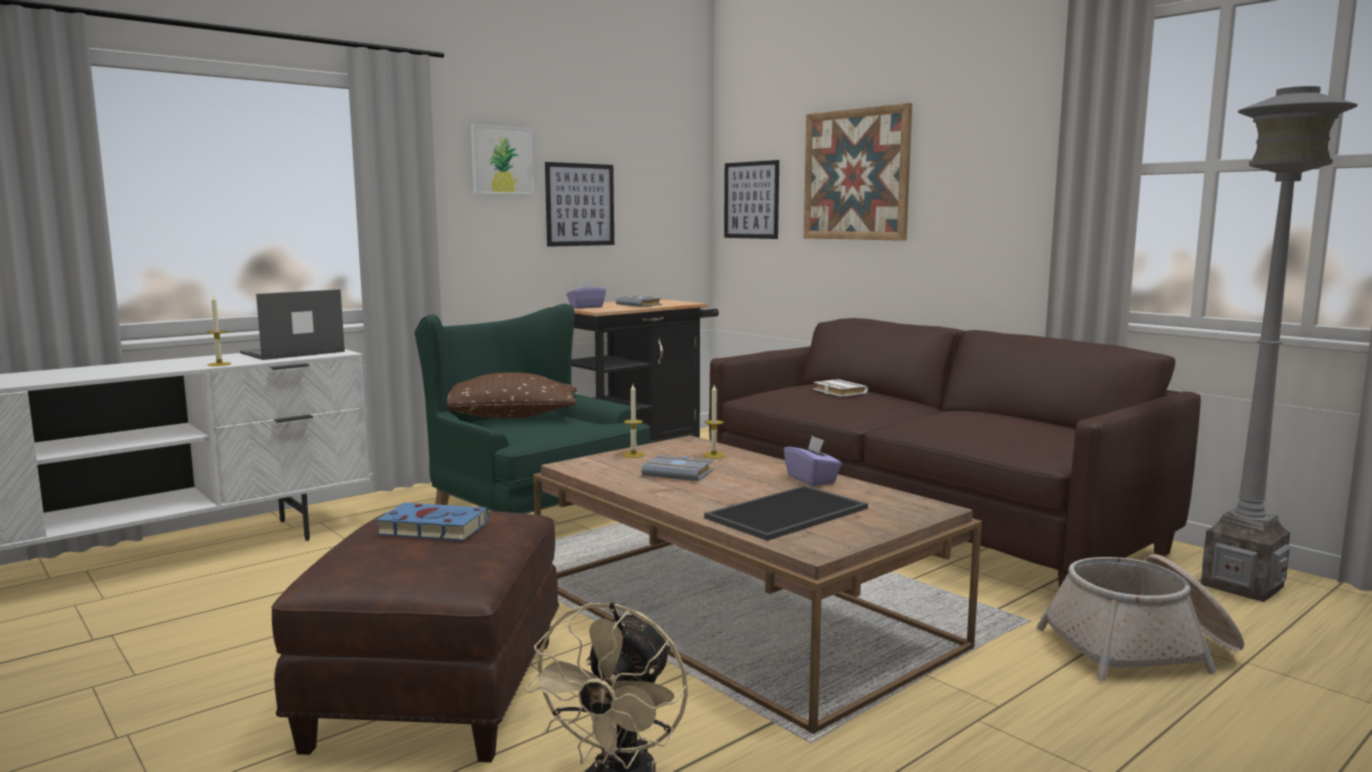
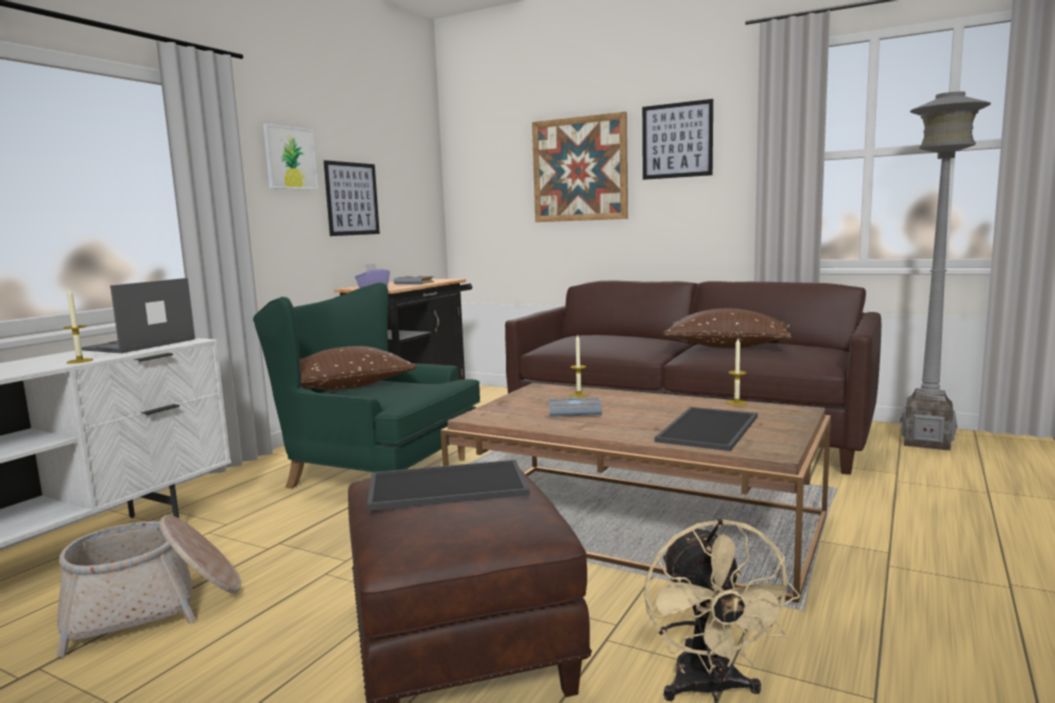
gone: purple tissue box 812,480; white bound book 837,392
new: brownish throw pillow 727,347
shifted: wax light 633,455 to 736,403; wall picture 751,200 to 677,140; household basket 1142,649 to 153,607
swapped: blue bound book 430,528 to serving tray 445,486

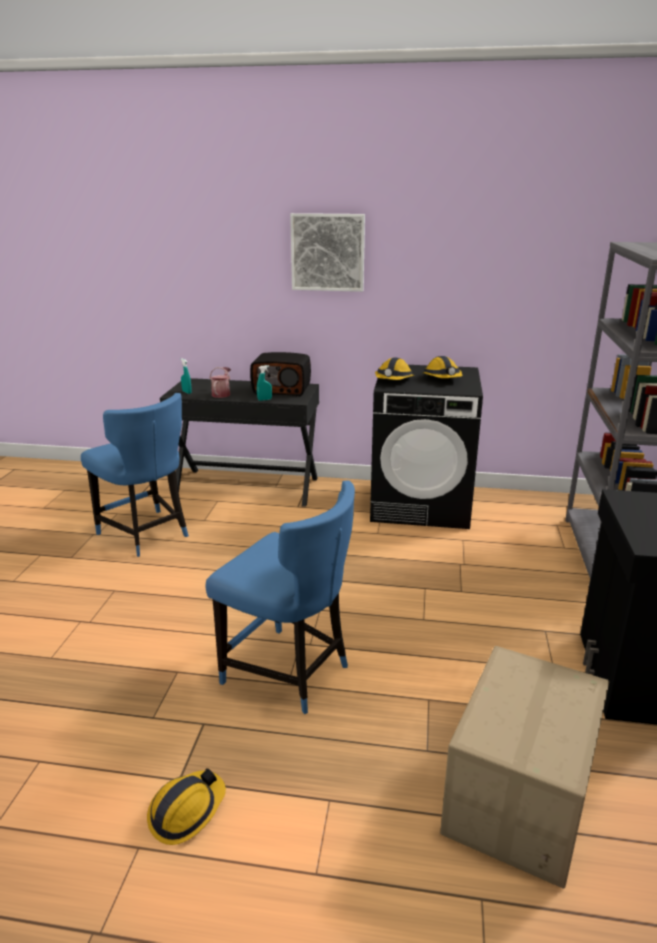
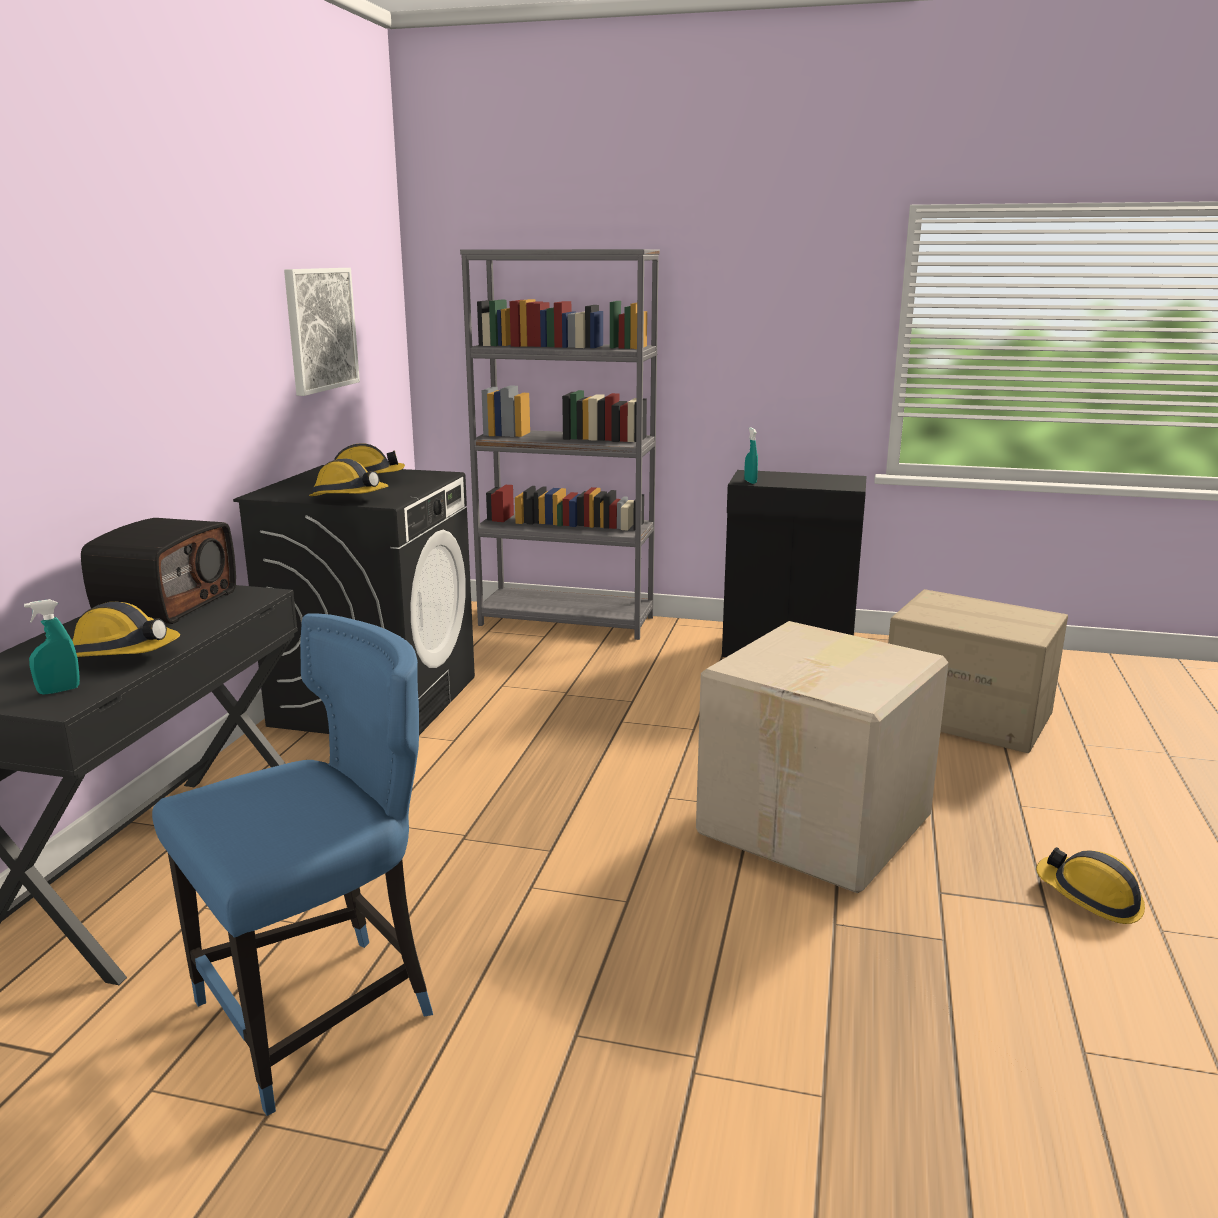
shifted: turquoise-coloured sprayer 264,399 to 750,482; wall picture 327,252 to 320,329
swapped: blue upright chair 289,673 to packing box 818,825; sprinkling can 222,393 to work helmet 124,654

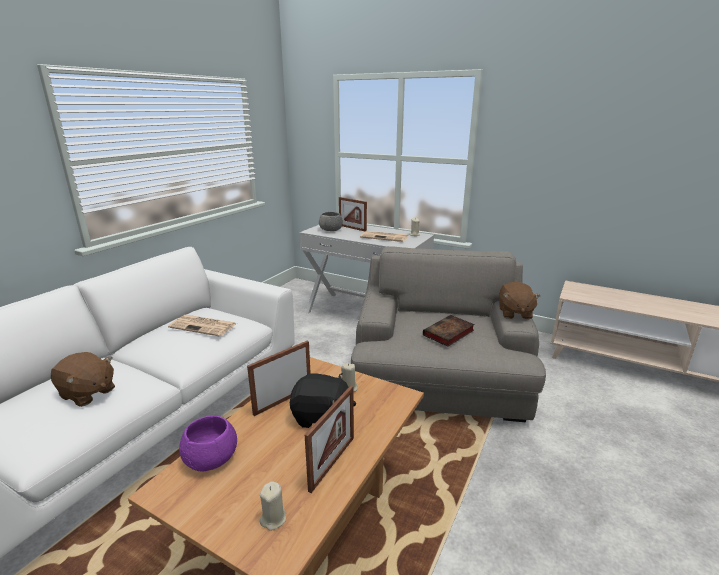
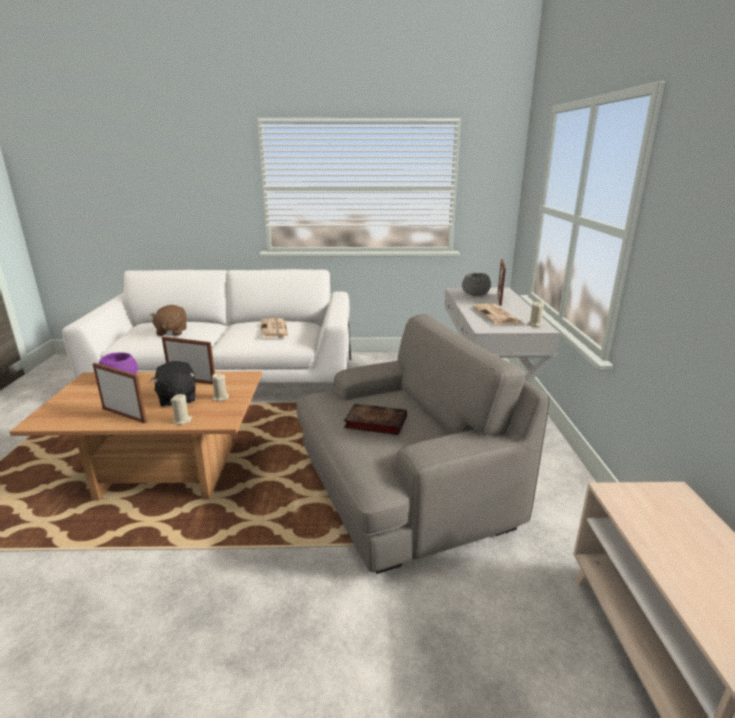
gone: brownish plush toy 514,313
shifted: sand-coloured wax light 273,518 to 182,420
rotated: photo frame 332,463 = 124,415 150 degrees counterclockwise

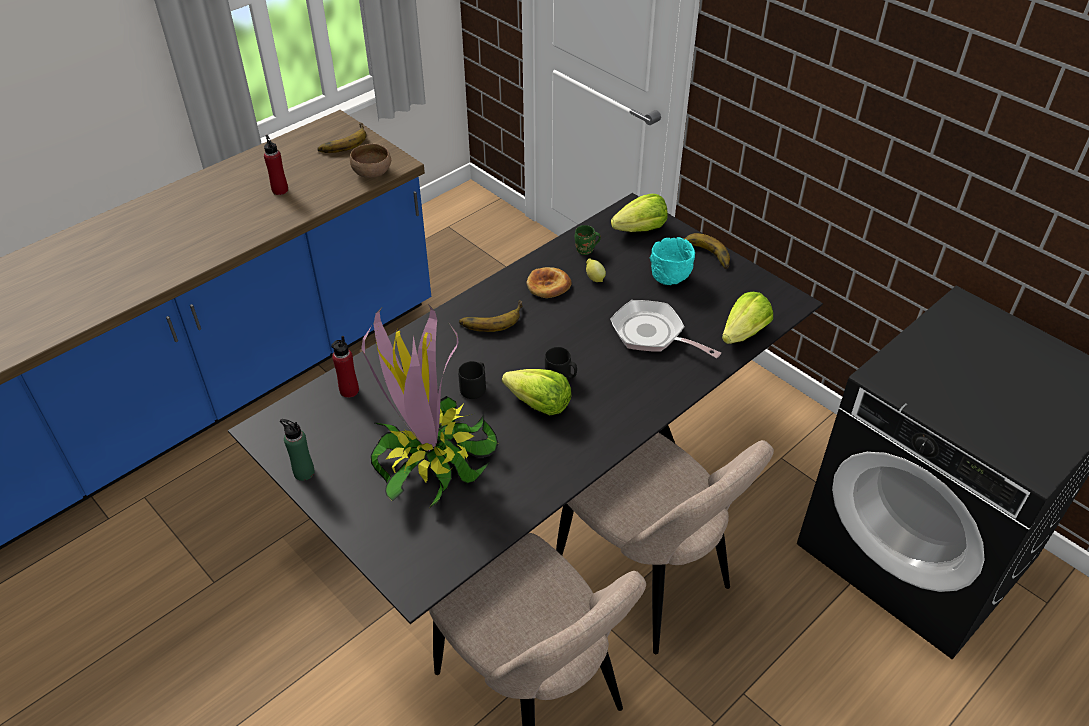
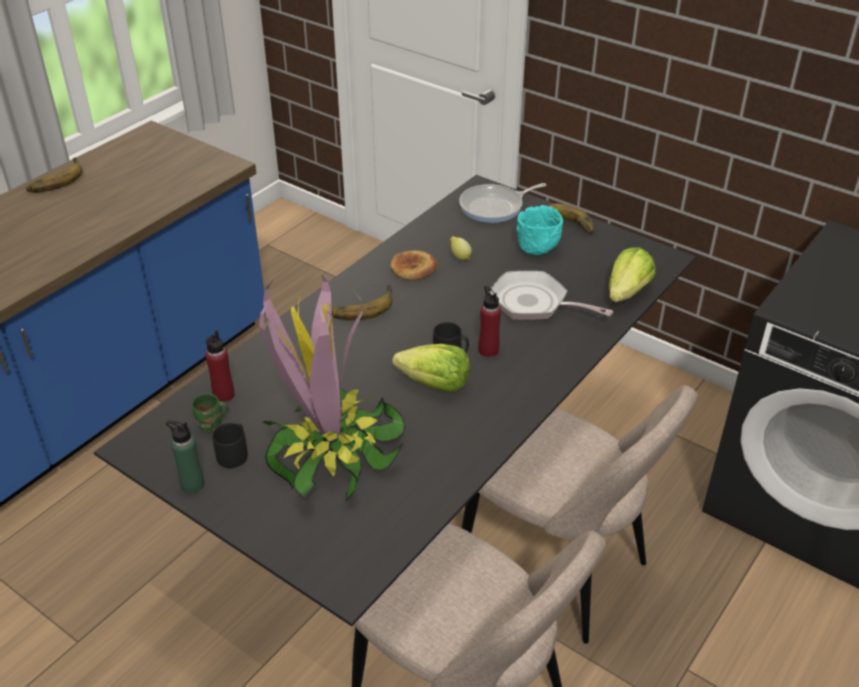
gone: brownish serving bowl 373,173
shifted: red-coloured beverage bottle 280,190 to 488,350; whole banana 342,142 to 54,179; blackish coffee mug 474,387 to 234,454; green coffee mug 586,251 to 212,426
swapped: lettuce head 641,229 to pan 494,207

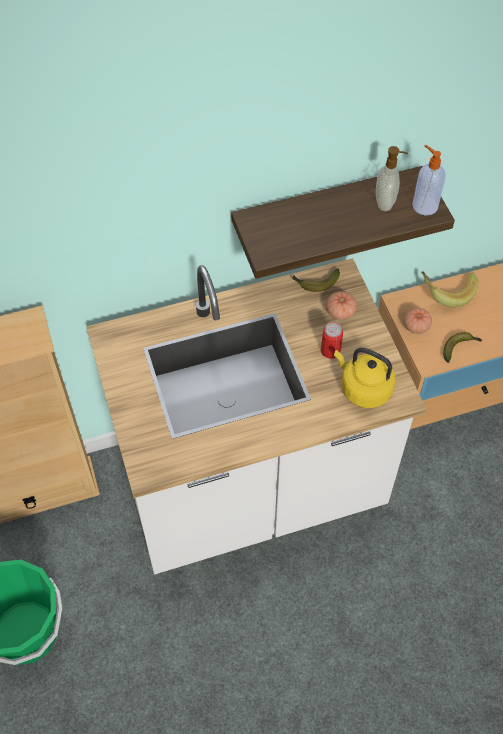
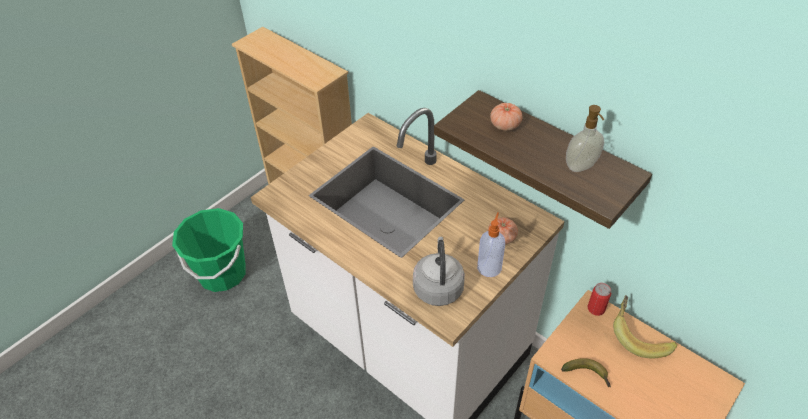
gone: whole banana 315,283
shifted: sealed can 330,351 to 596,308; tomato 416,326 to 505,125; soap dispenser 424,205 to 489,267
repainted: yellow-coloured tea kettle 363,388 to gray tea kettle 438,287

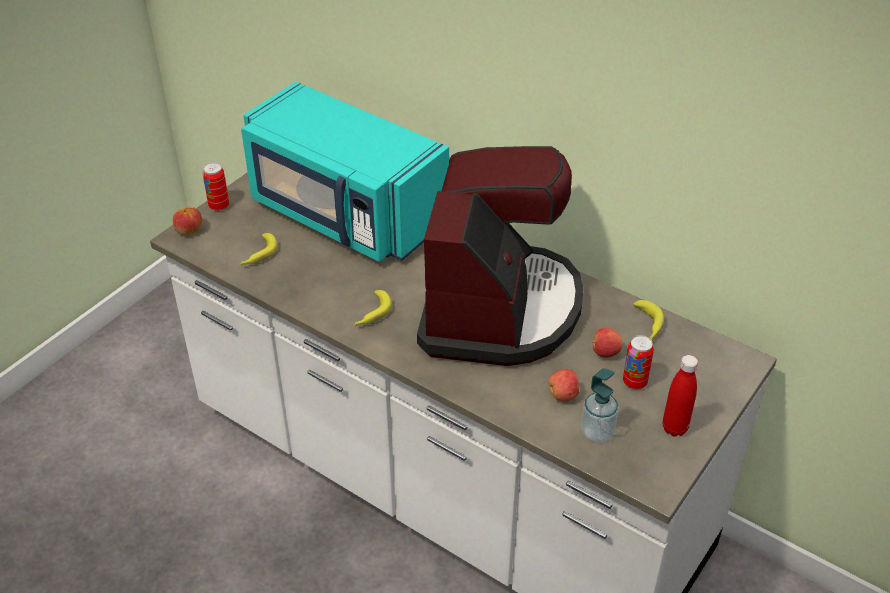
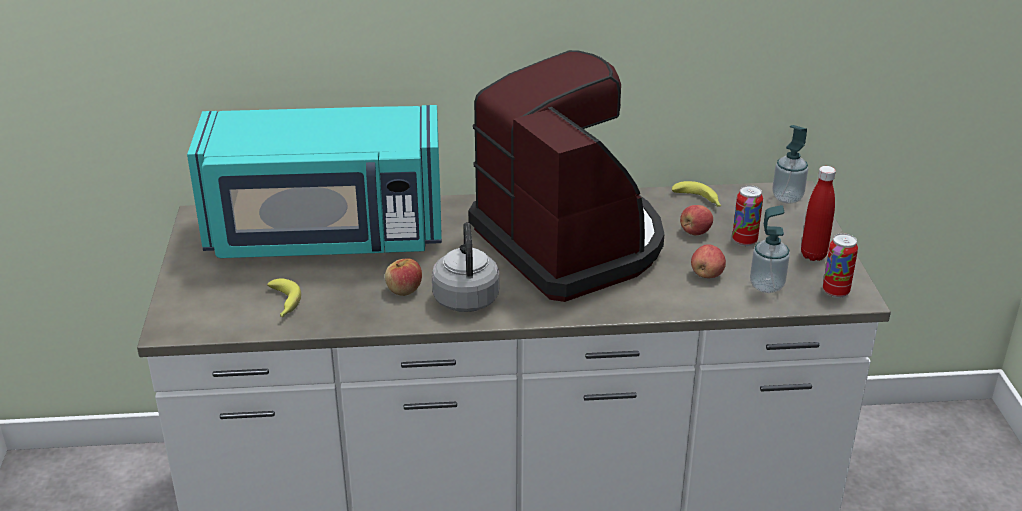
new: soap dispenser 787,198
shifted: apple 189,230 to 404,290; sealed can 219,206 to 835,292
swapped: whole banana 371,314 to gray tea kettle 466,297

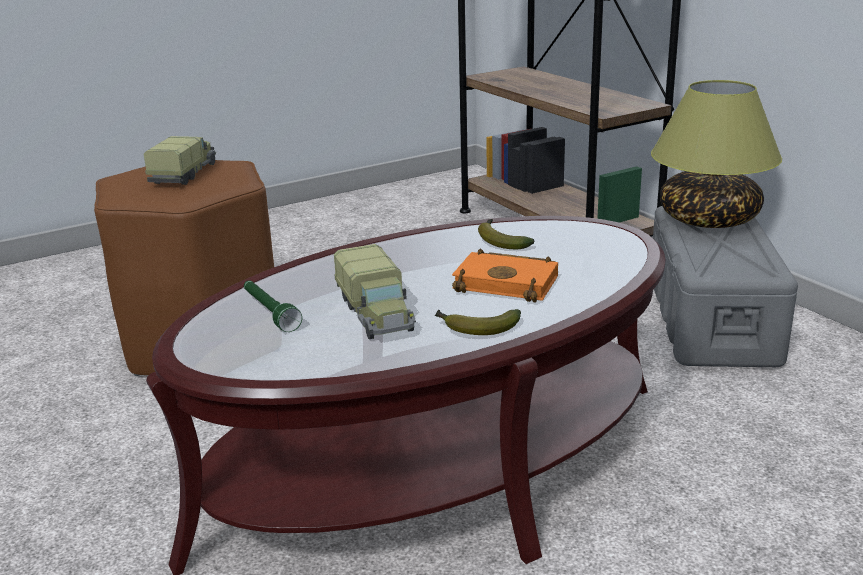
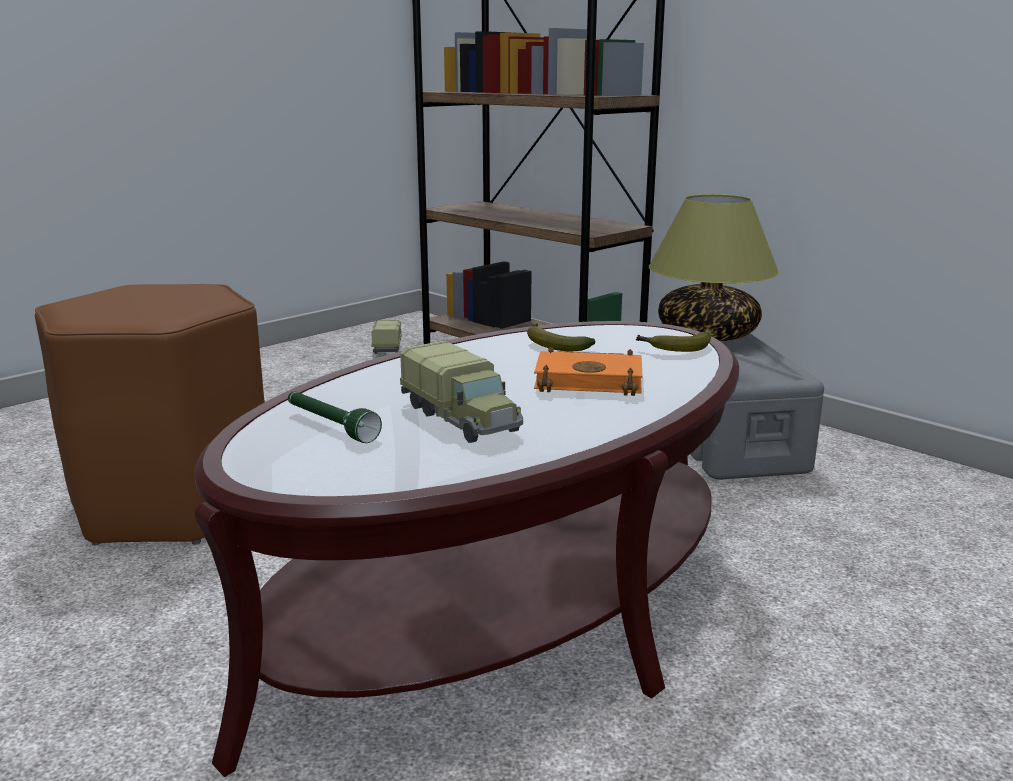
shifted: toy truck 185,174 to 388,346; whole banana 475,328 to 674,349

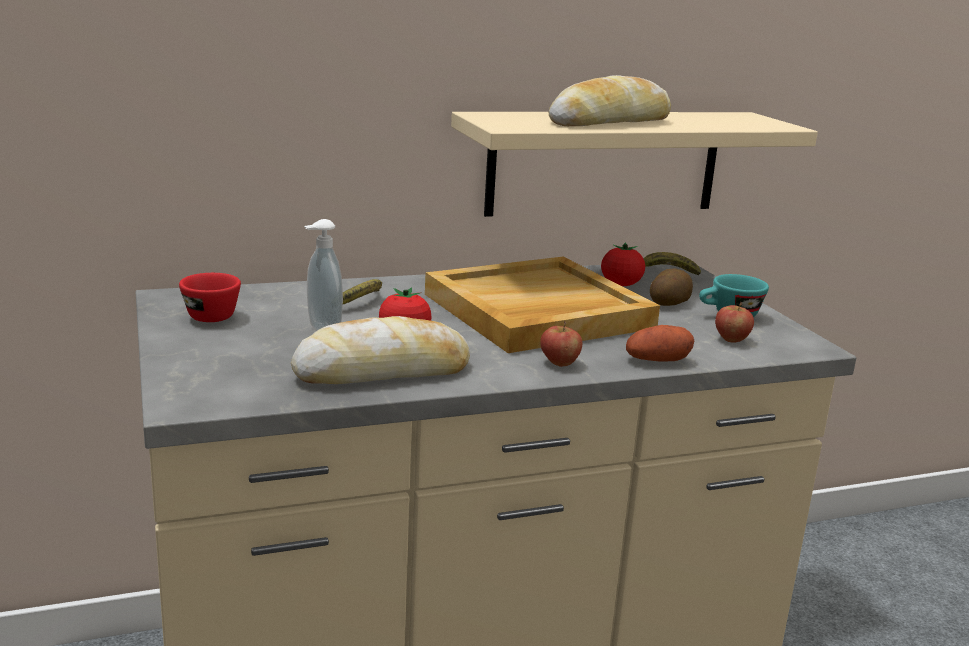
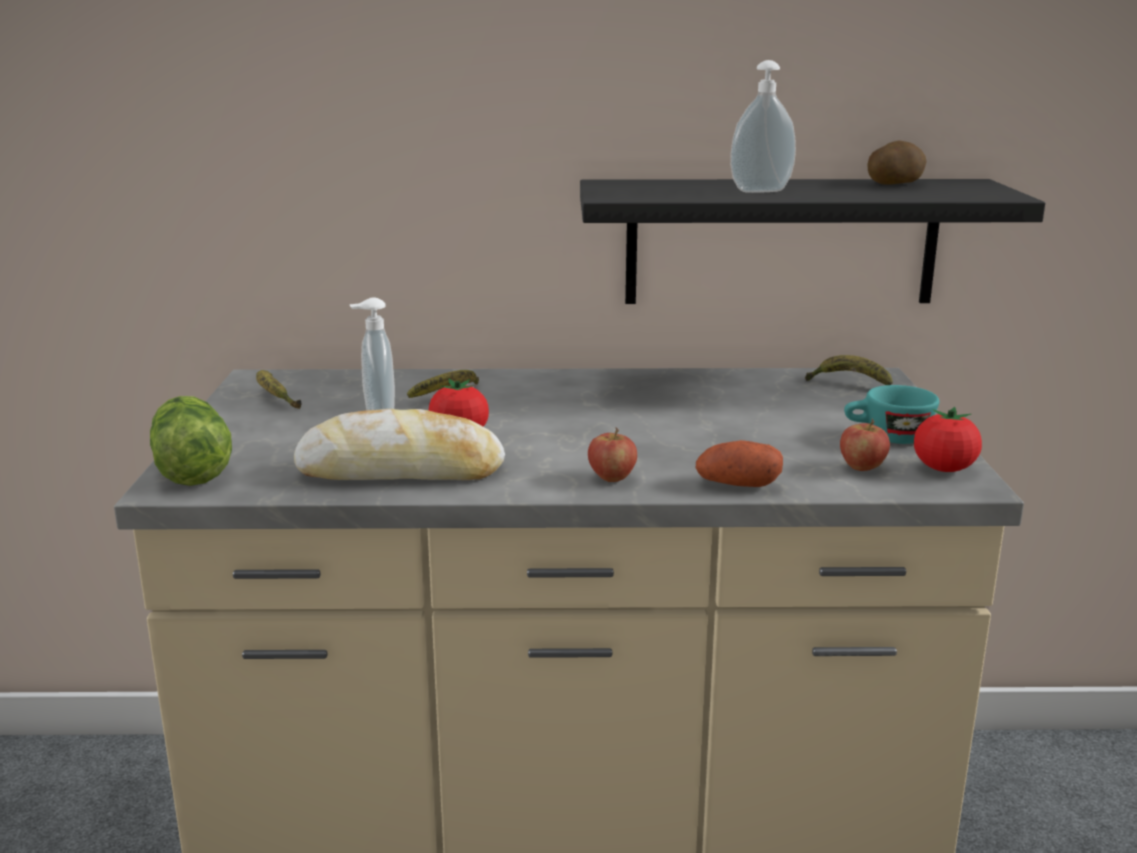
gone: sand-coloured serving tray 537,311
new: lettuce head 191,467
shifted: tomato 621,285 to 944,469; whole potato 669,302 to 895,183
swapped: red-coloured small cup 205,315 to whole banana 275,398; baked bread 610,122 to soap dispenser 759,190
repainted: sand-coloured shelf 604,162 to blackish shelf 781,242

